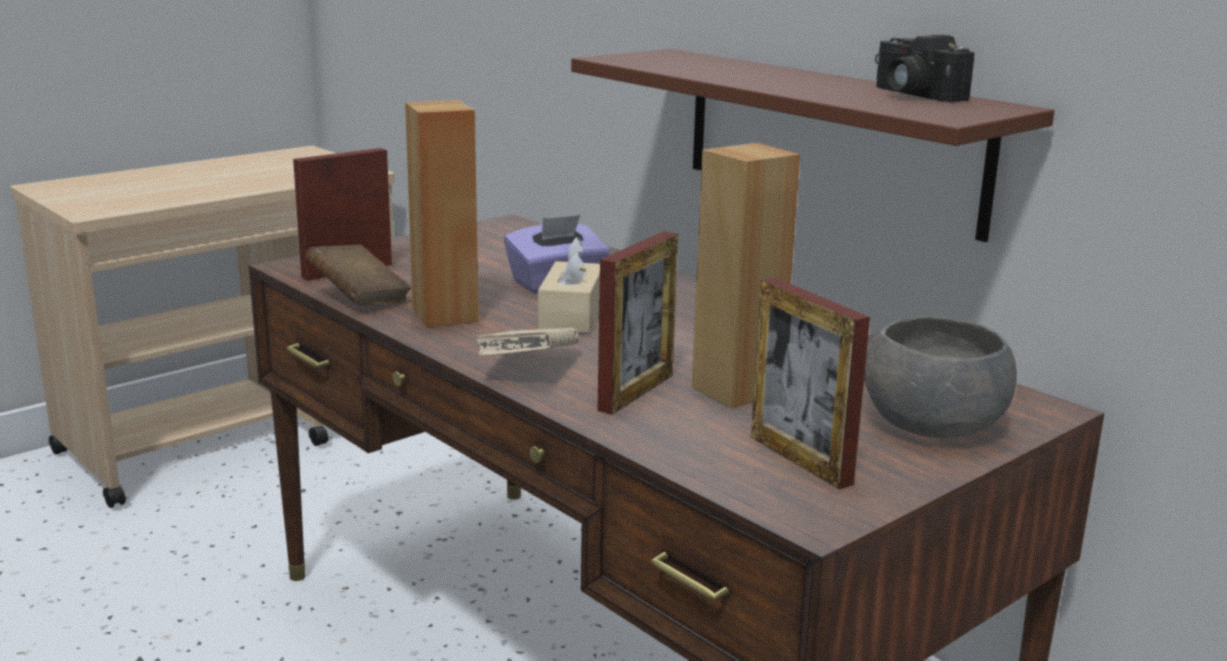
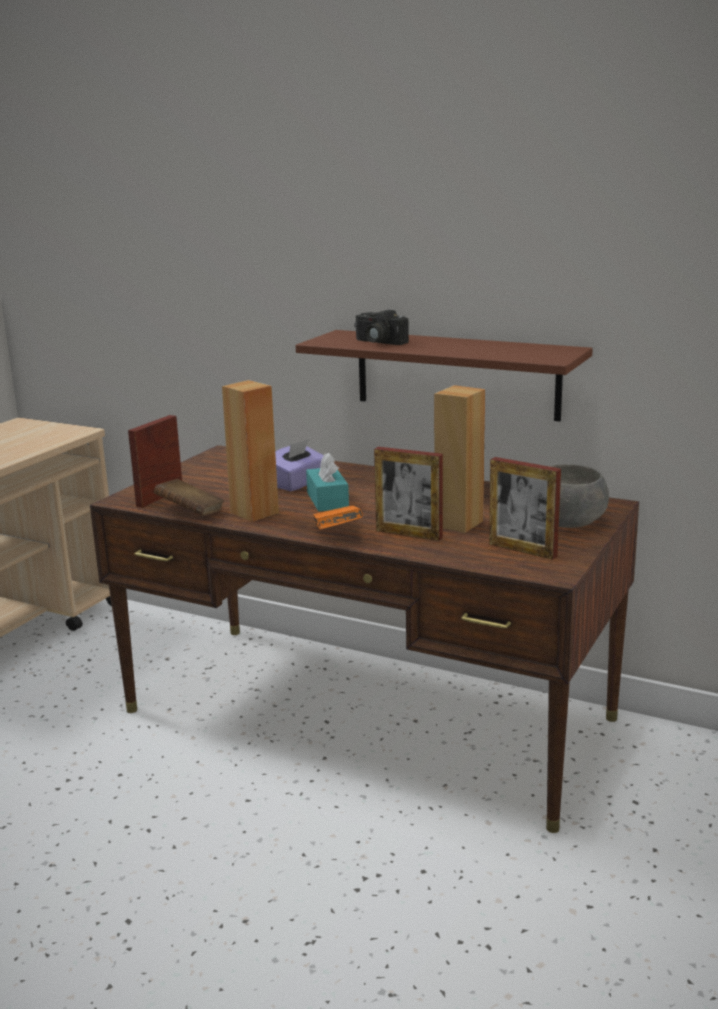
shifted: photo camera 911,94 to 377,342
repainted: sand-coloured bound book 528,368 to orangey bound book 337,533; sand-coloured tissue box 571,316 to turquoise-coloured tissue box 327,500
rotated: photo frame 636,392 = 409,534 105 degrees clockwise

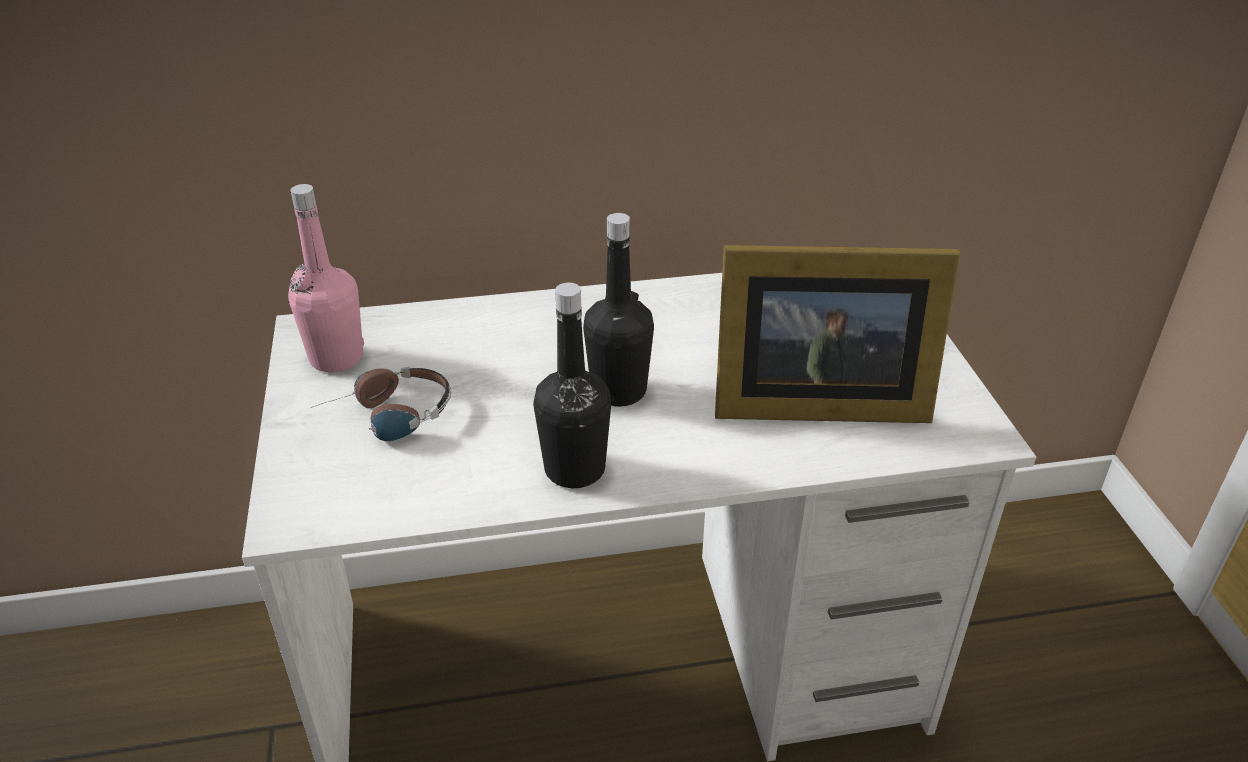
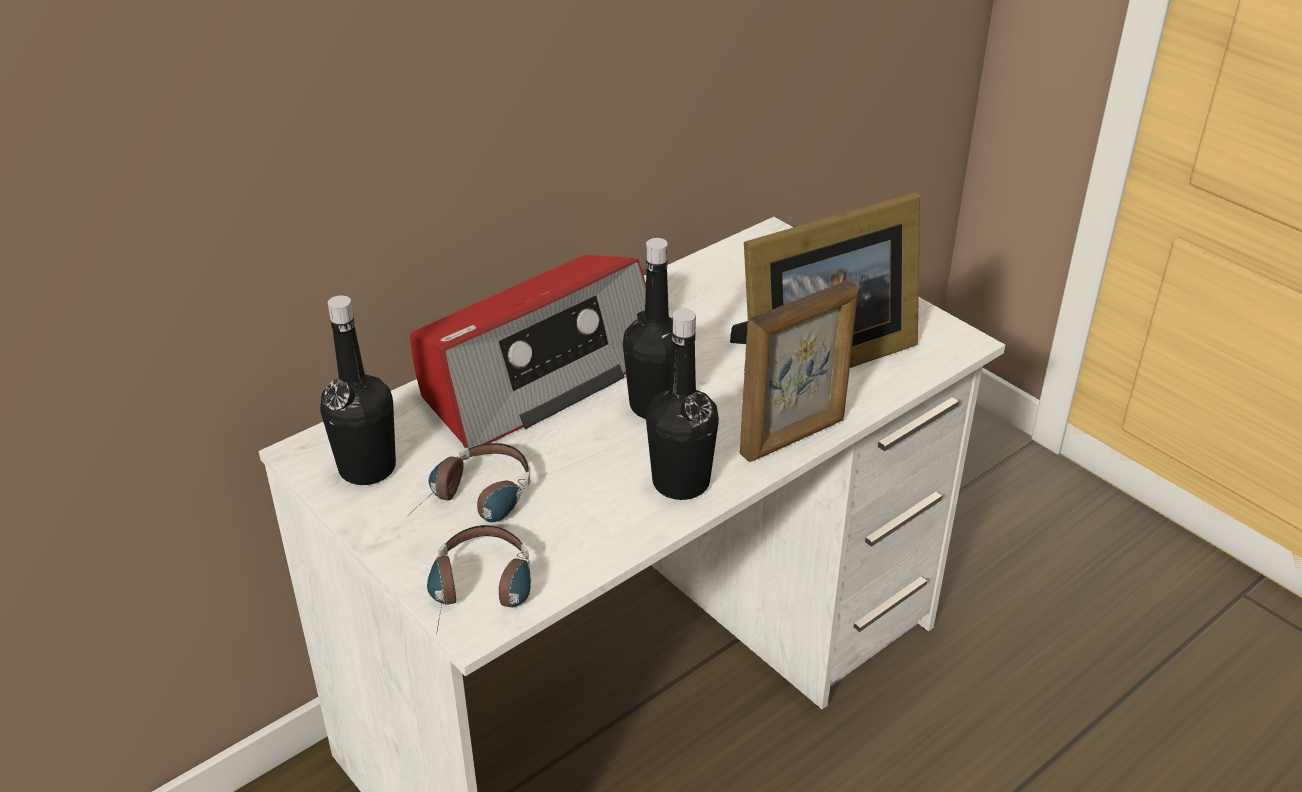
new: radio set 538,376; pair of headphones 481,595; photo frame 794,437
repainted: pink beverage bottle 336,358 to blackish beverage bottle 367,468

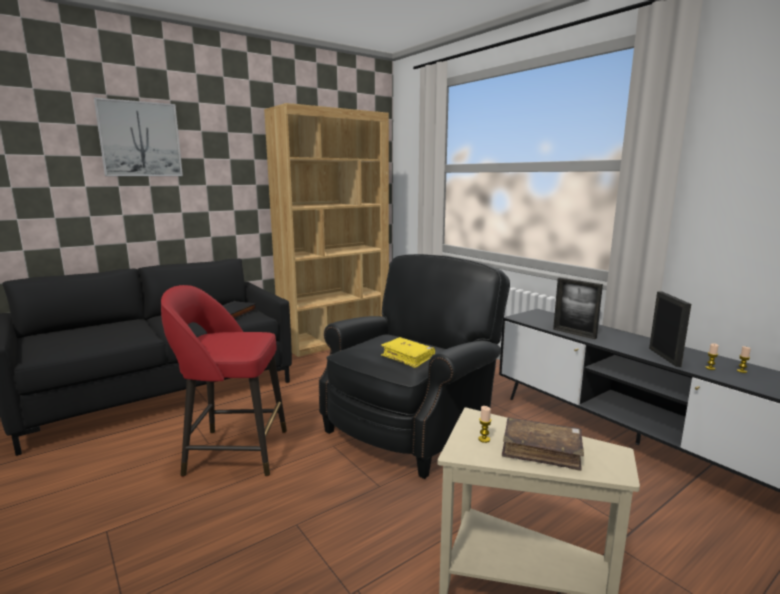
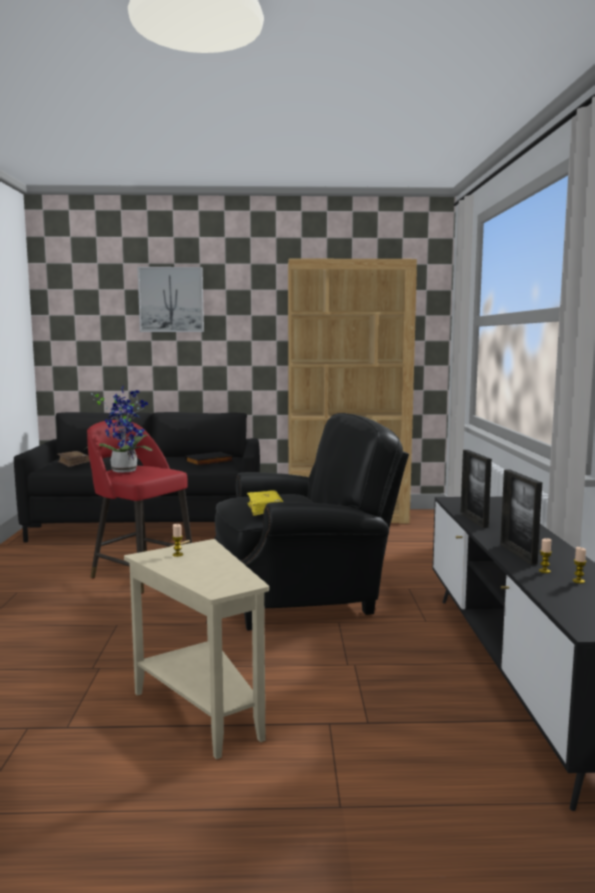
new: houseplant 125,470
shifted: brownish bound book 541,451 to 73,463
rotated: photo frame 664,357 = 517,553 135 degrees clockwise

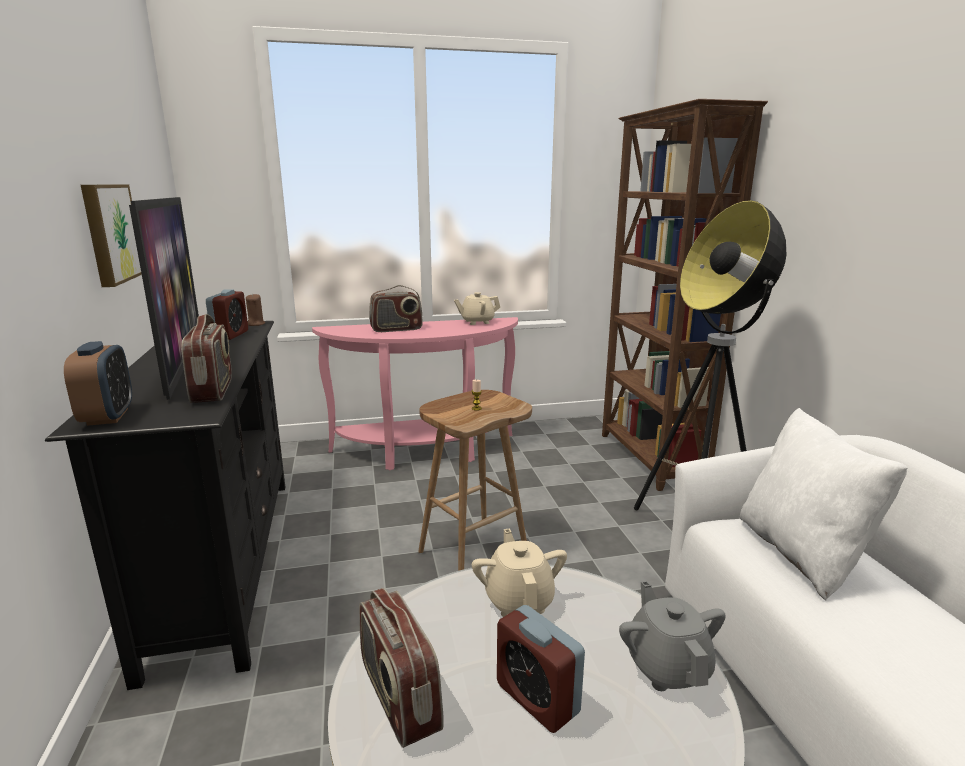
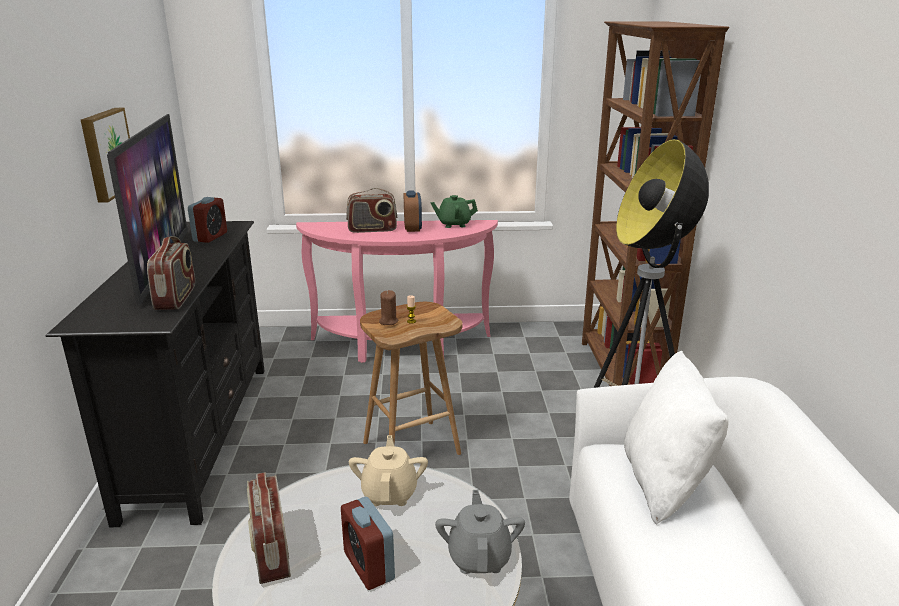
shifted: alarm clock 108,416 to 413,228; brownish wax light 256,324 to 388,321
repainted: sand-coloured pot for tea 477,322 to green pot for tea 454,224

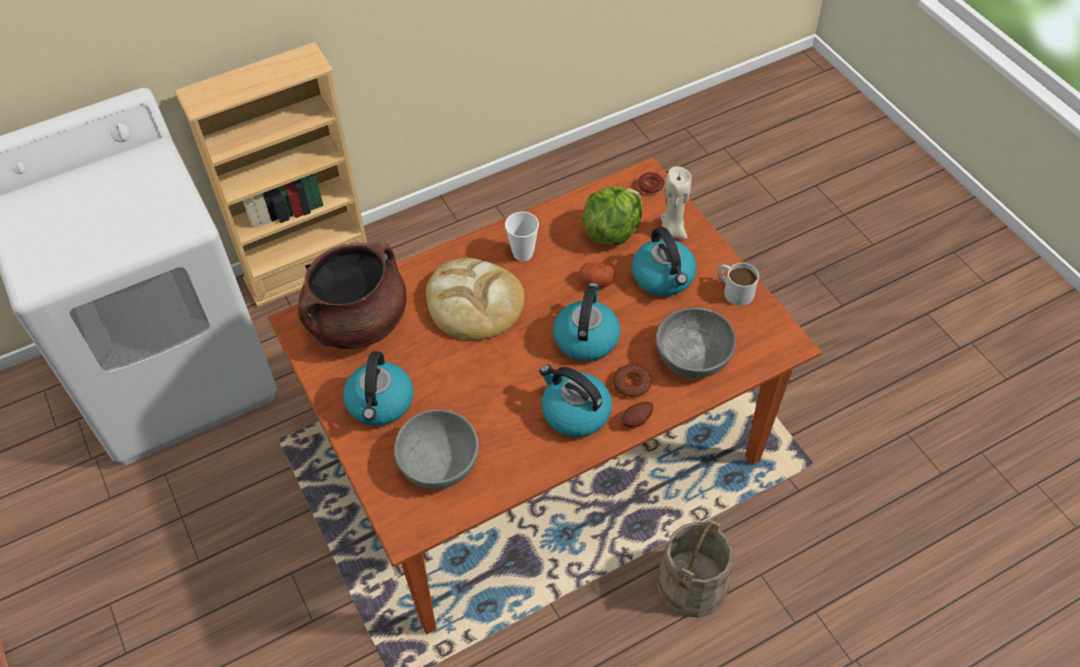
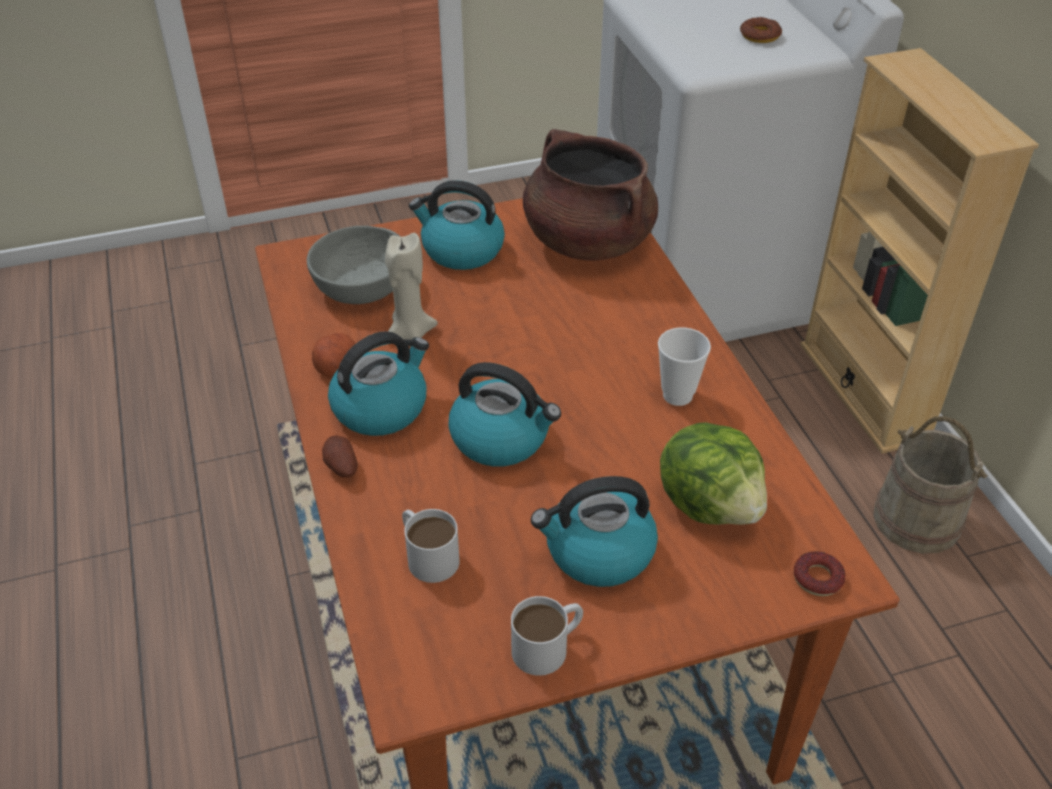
gone: baked bread 474,302
shifted: whole potato 596,282 to 335,365; doughnut 631,383 to 760,35; sand-coloured water bucket 691,583 to 917,519; sand-coloured wax light 671,231 to 409,333
swapped: gray serving bowl 692,356 to white coffee mug 427,555

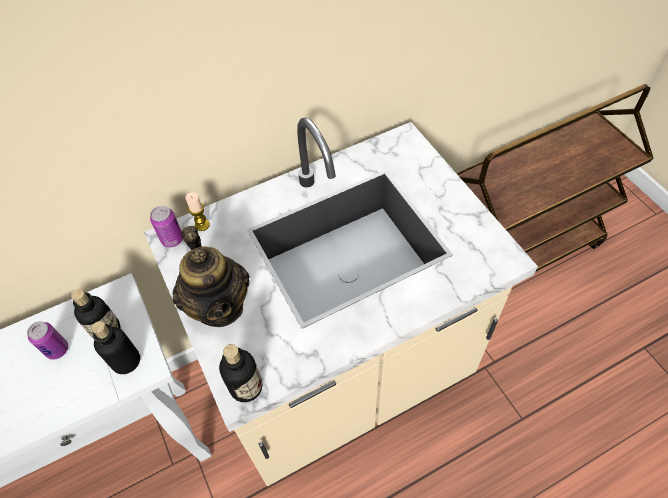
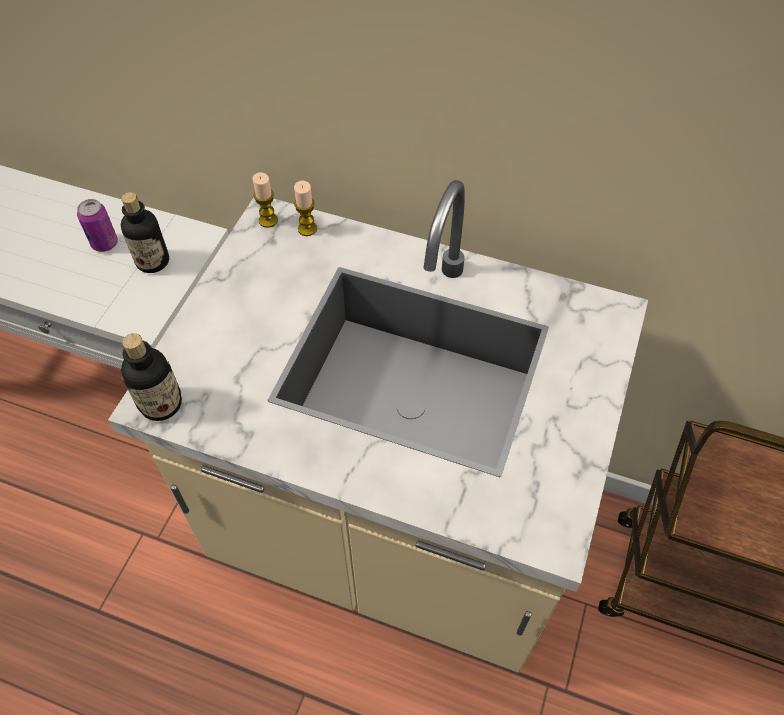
gone: beverage bottle 126,361; pot for tea 219,305
swapped: sealed can 172,239 to wax light 268,220

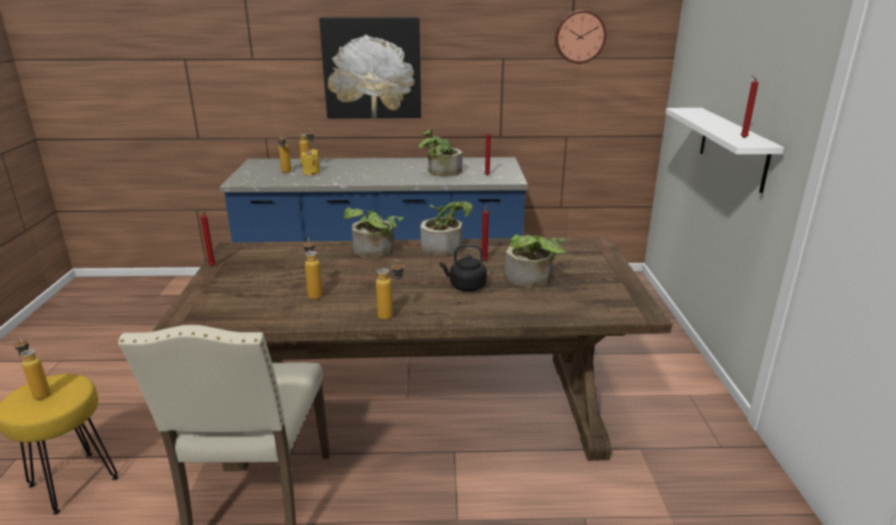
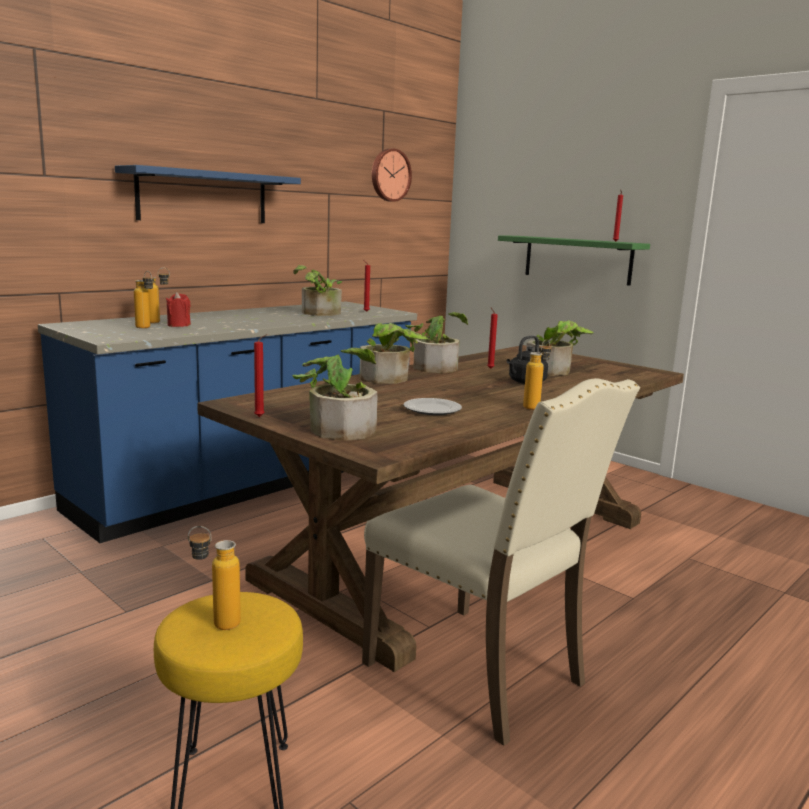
new: houseplant 338,428
swapped: beverage bottle 314,294 to dinner plate 432,410; wall picture 372,68 to blue shelf 203,197
repainted: yellow-coloured wax light 311,172 to red-coloured wax light 179,325; white shelf 733,148 to green shelf 577,259

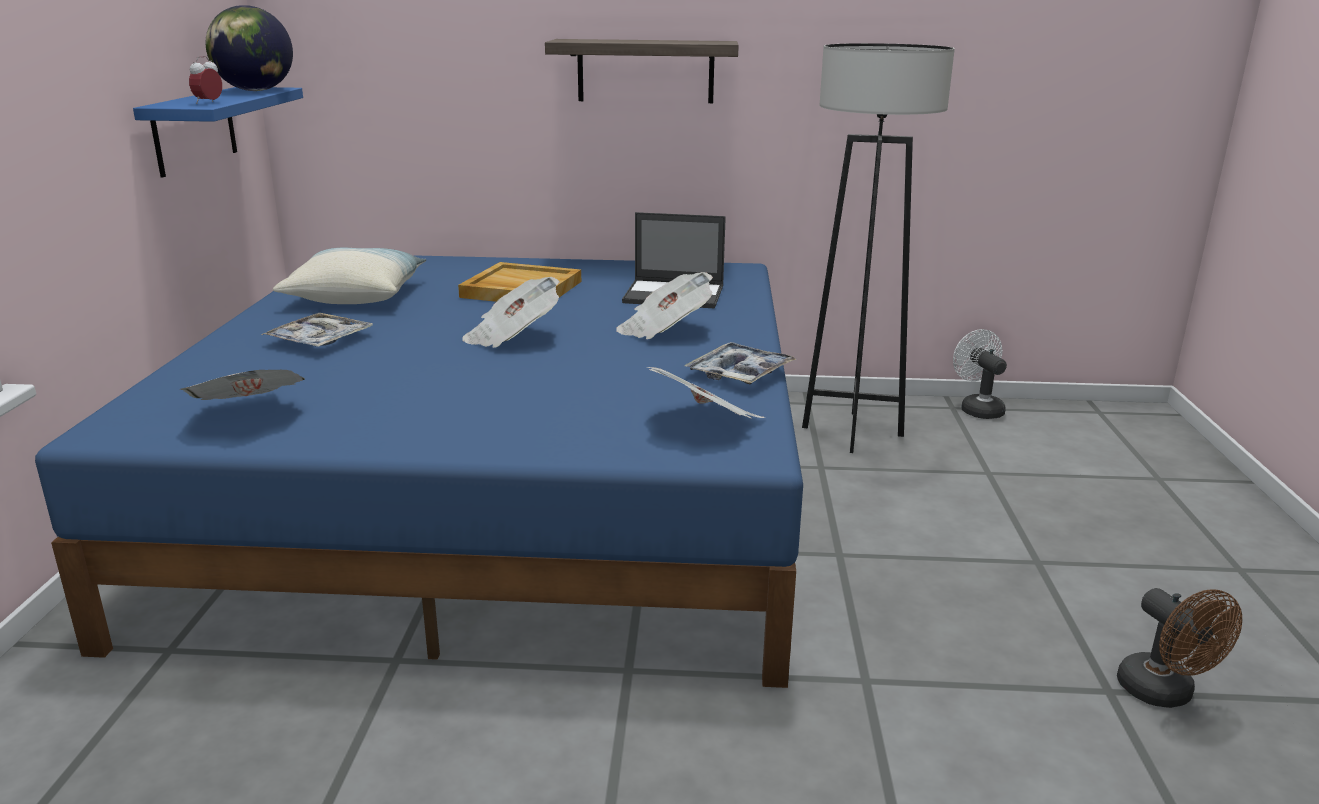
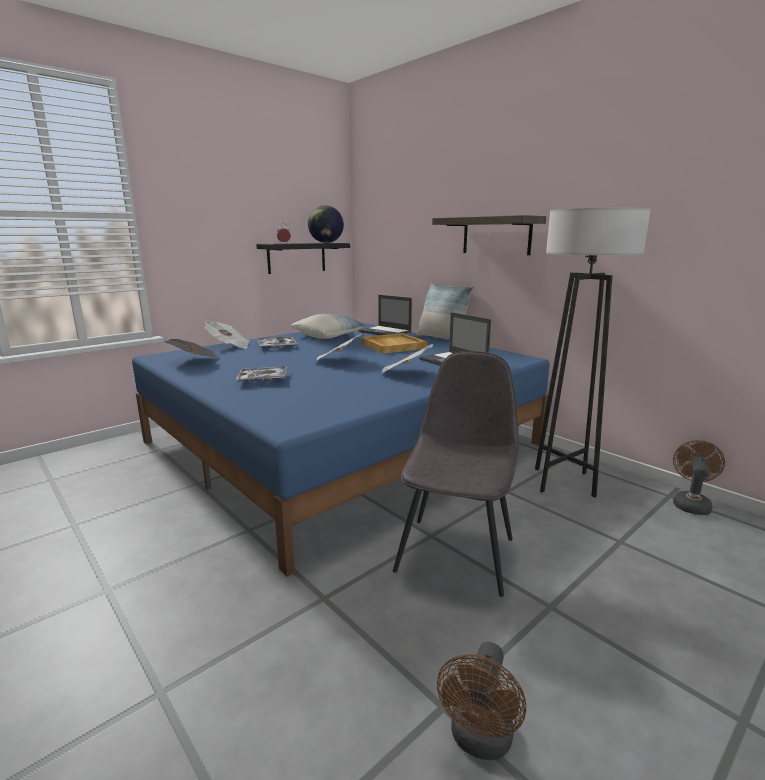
new: notebook computer 385,332; gray upright chair 456,552; throw pillow 441,338
shifted: newspaper 706,423 to 229,346; serving tray 739,373 to 263,379
repainted: blue shelf 195,130 to blackish shelf 296,257; white fan 977,408 to brownish fan 690,503

